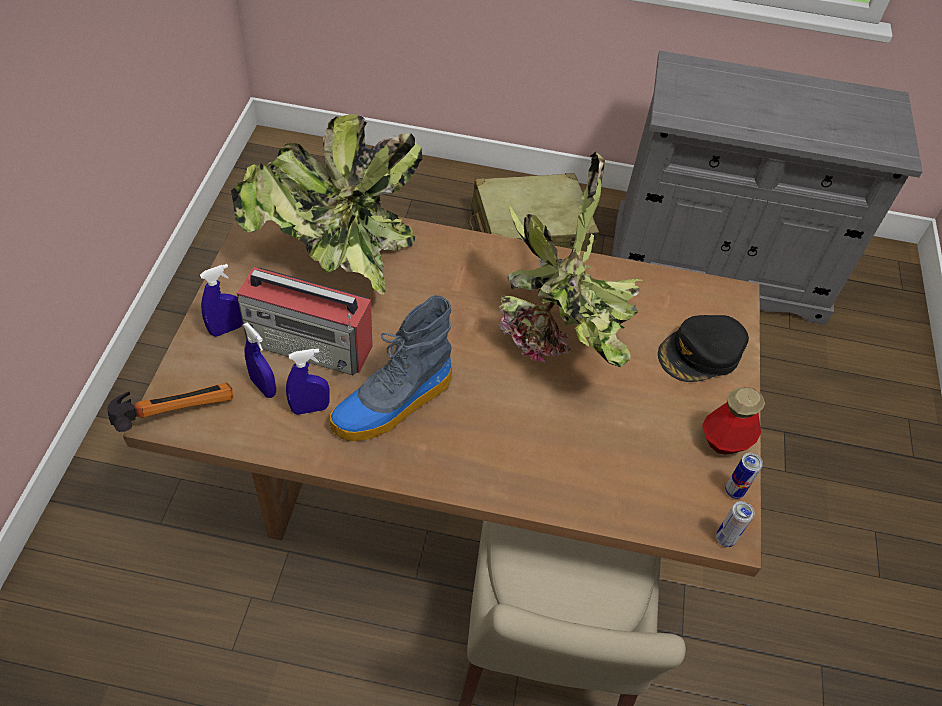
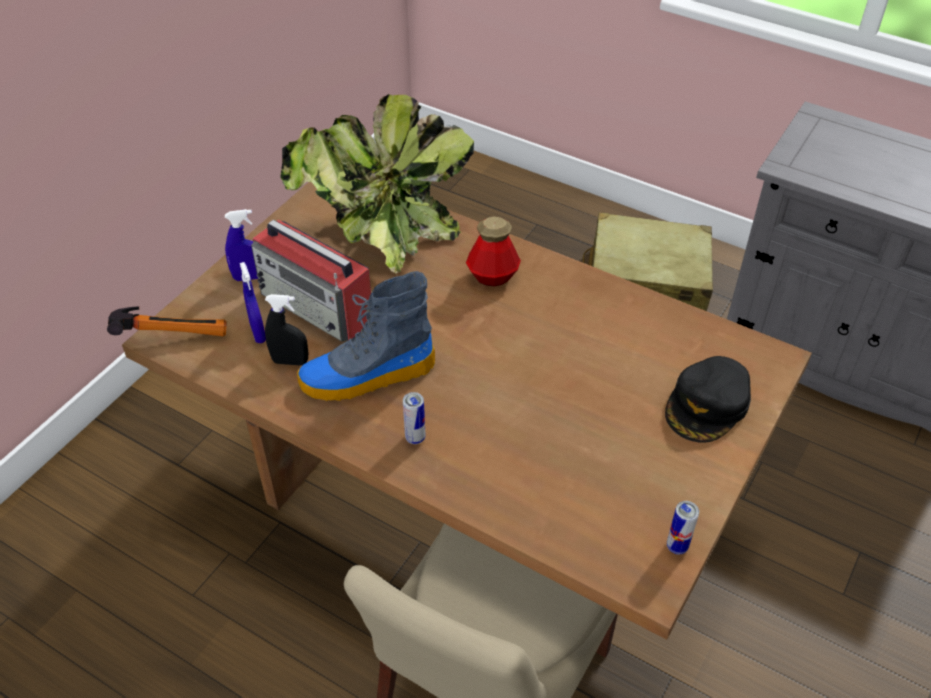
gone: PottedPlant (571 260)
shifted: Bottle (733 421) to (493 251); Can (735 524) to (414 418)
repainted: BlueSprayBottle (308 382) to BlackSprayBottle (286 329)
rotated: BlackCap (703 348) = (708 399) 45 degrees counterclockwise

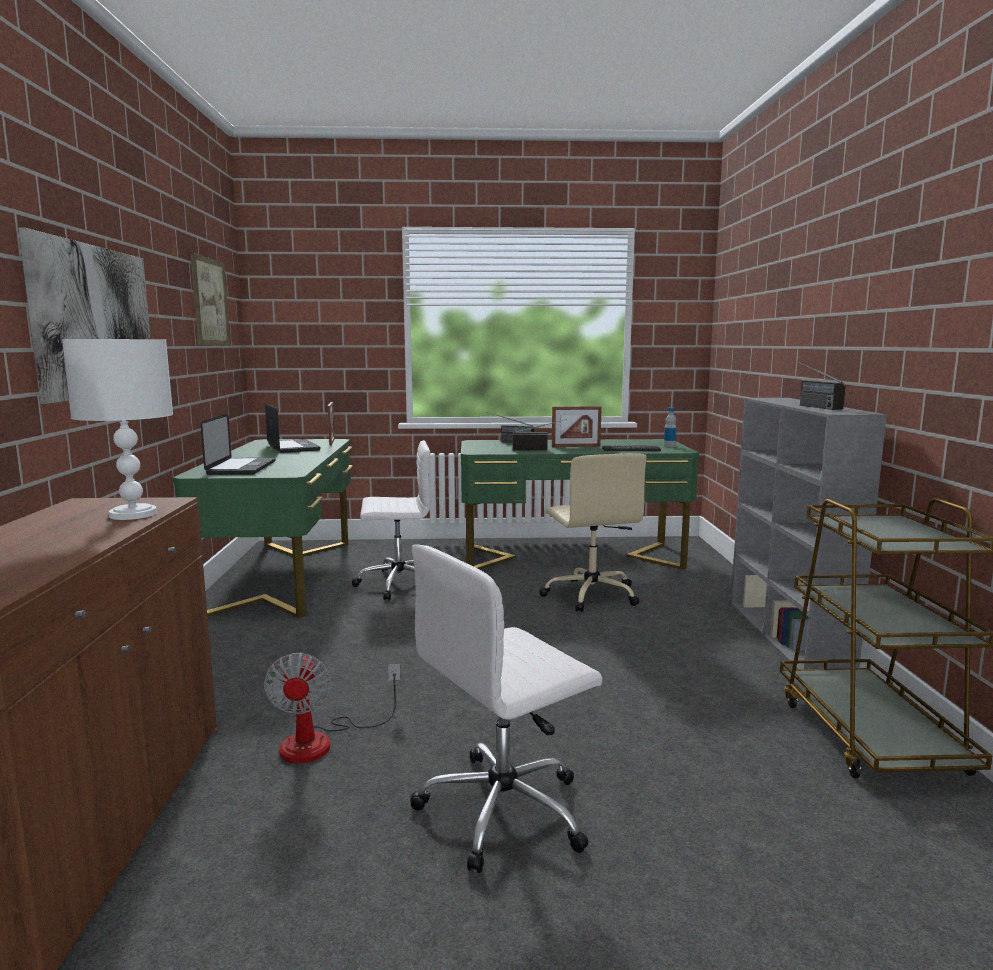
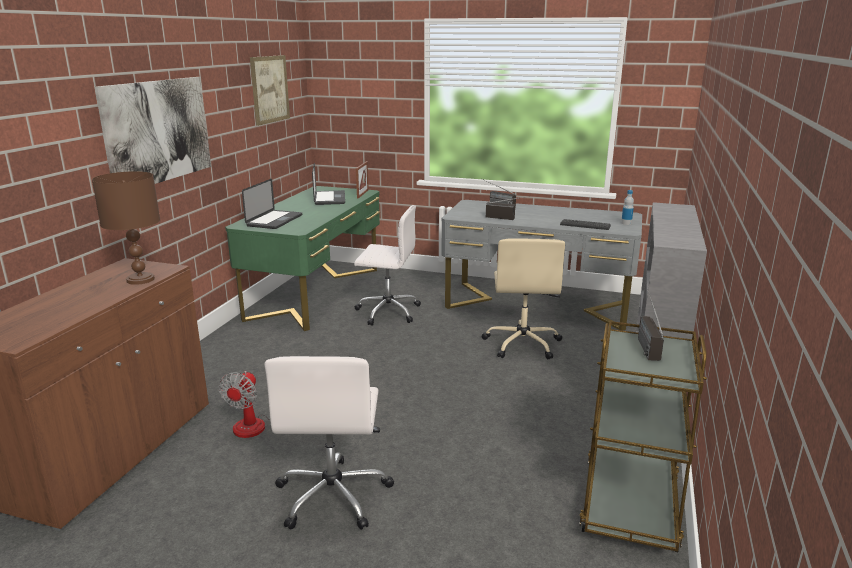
gone: PictureFrame (577 426)
shifted: Radio (820 385) to (651 325)
repainted: WhiteTableLamp (117 429) to BrownTableLamp (126 228); GreenDesk (580 504) to GreyDesk (541 265)
rotated: WhiteOfficeChair (506 708) = (329 443) 75 degrees counterclockwise

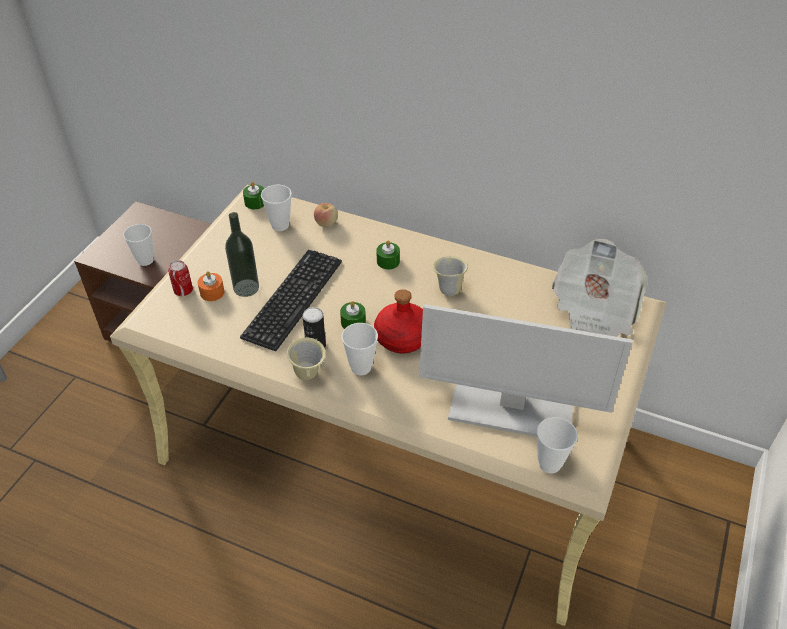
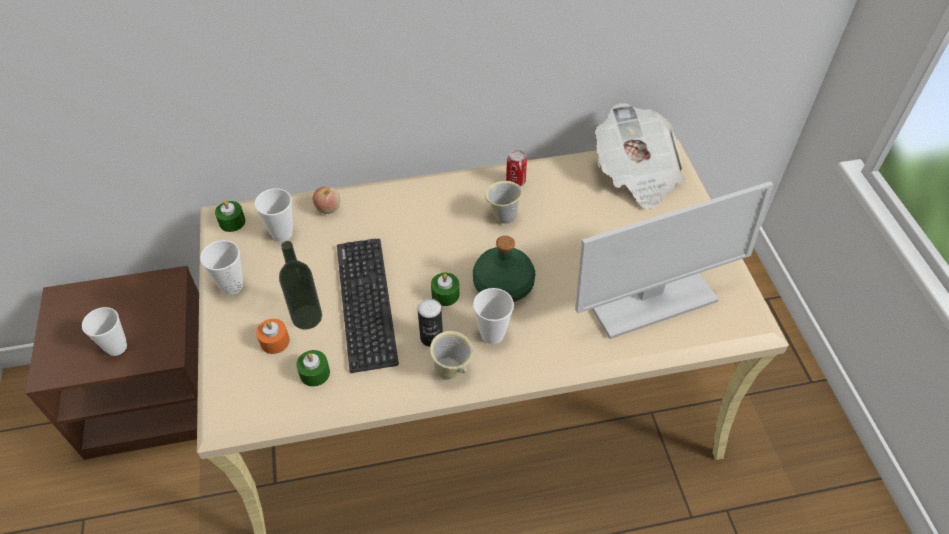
shifted: Can (180 278) to (516 168); GreenCandle (388 254) to (313 368); Cup (557 445) to (221 267)
repainted: RedBottle (398 321) to GreenBottle (504 269)

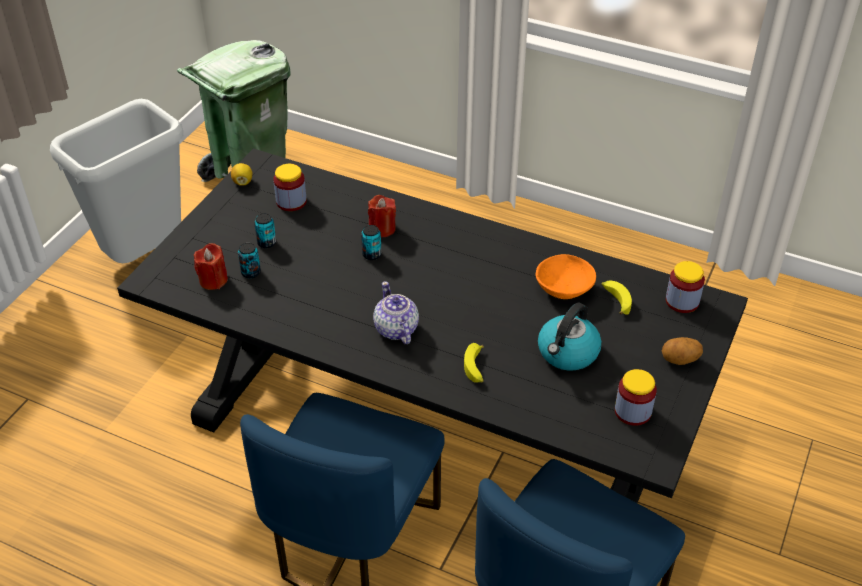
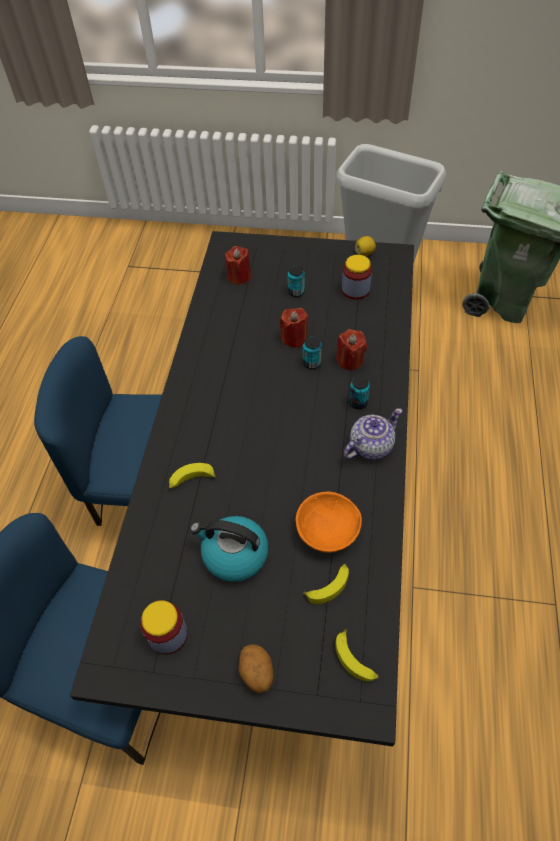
new: RedCandle (294 328)
shifted: Can (249 260) to (359 392); Teapot (396 312) to (373 434)
swapped: Jar (685 287) to Banana (357 655)

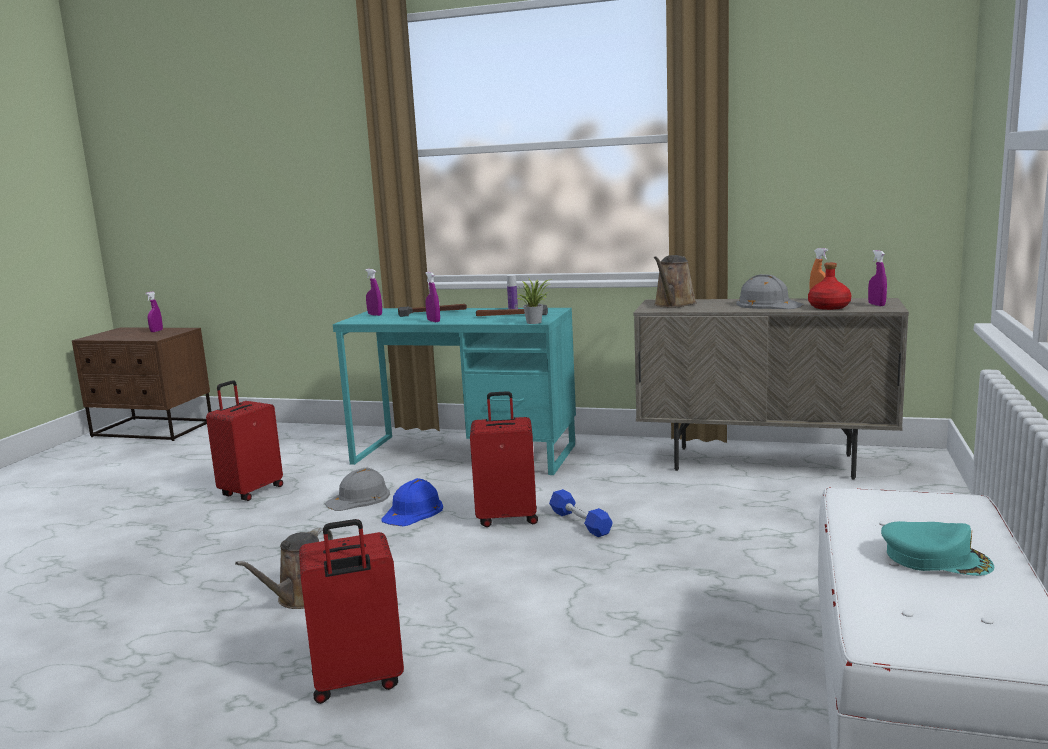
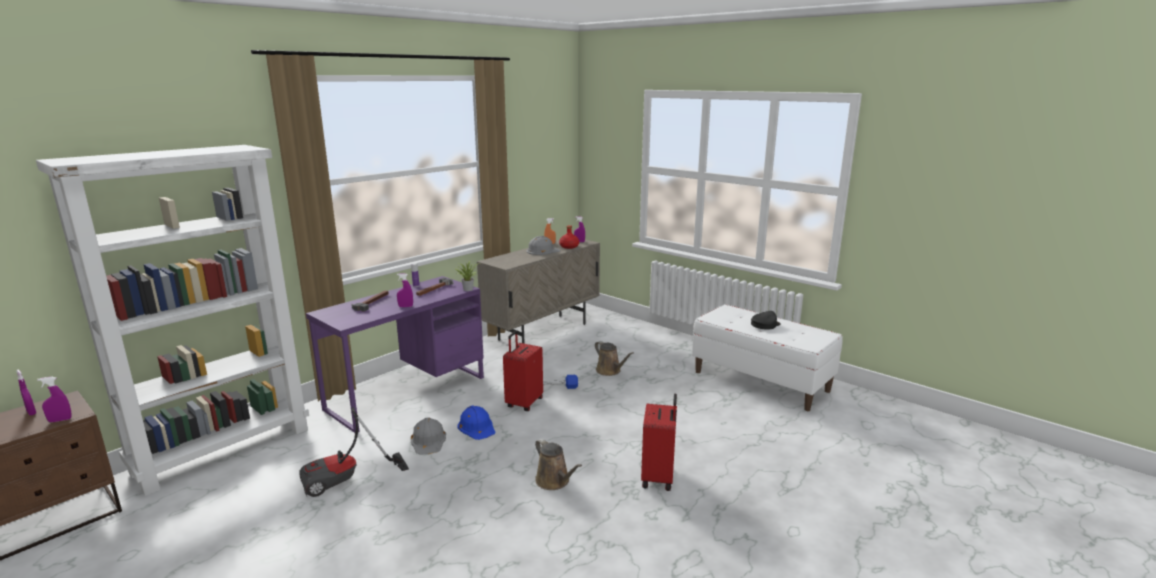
new: WhiteBookcase (172 320)
shifted: PurpleSprayBottle (373 292) to (54 399); BrownWateringCan (675 281) to (614 358)
swapped: RedSuitcase (244 440) to VacuumCleaner (354 452)
repainted: TurquoiseDesk (454 391) to PurpleDesk (395 354); TurquoiseCap (938 548) to BlackCap (766 320)

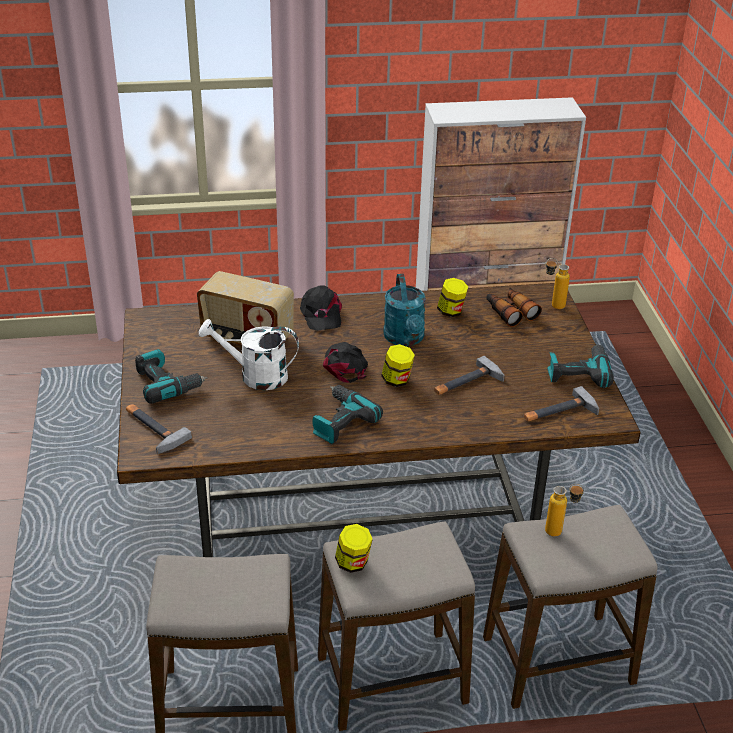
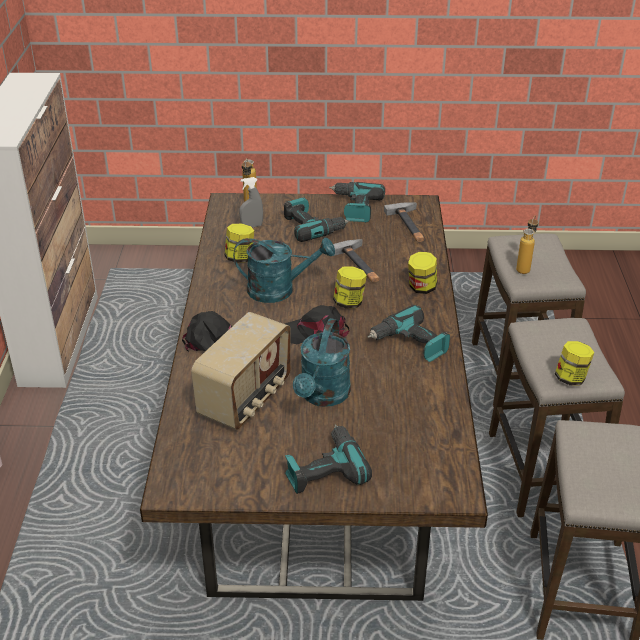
gone: Hammer (159 429)
new: PowerDrill (317 219); Jar (422 273)
swapped: Binoculars (514 307) to GreySprayBottle (251 202)
repainted: WhiteWateringCan (249 354) to TurquoiseWateringCan (322 362)

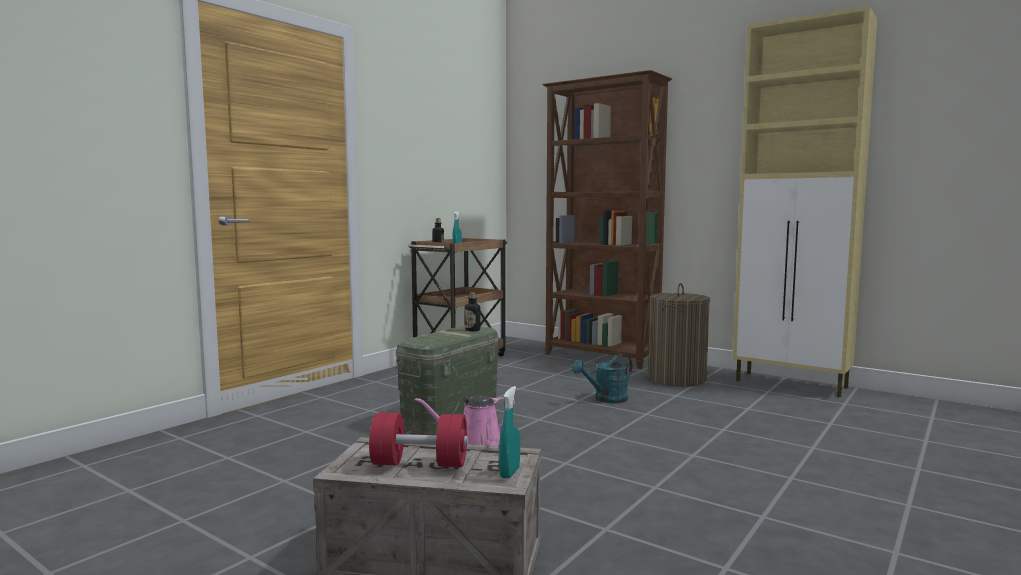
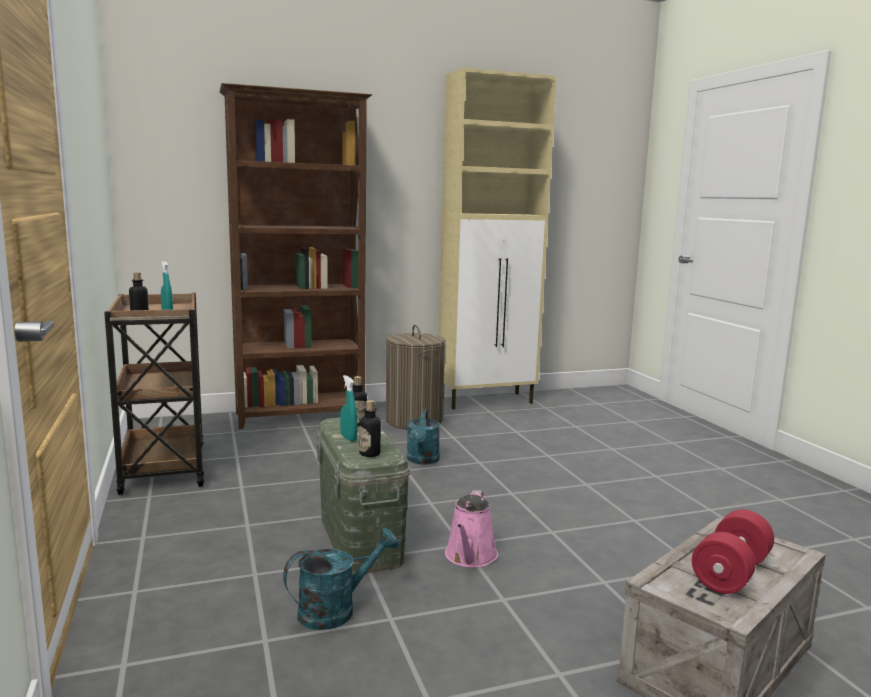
new: TurquoiseWateringCan (341 579); Bottle (370 428)
shifted: TurquoiseSprayBottle (509 432) to (349 408)

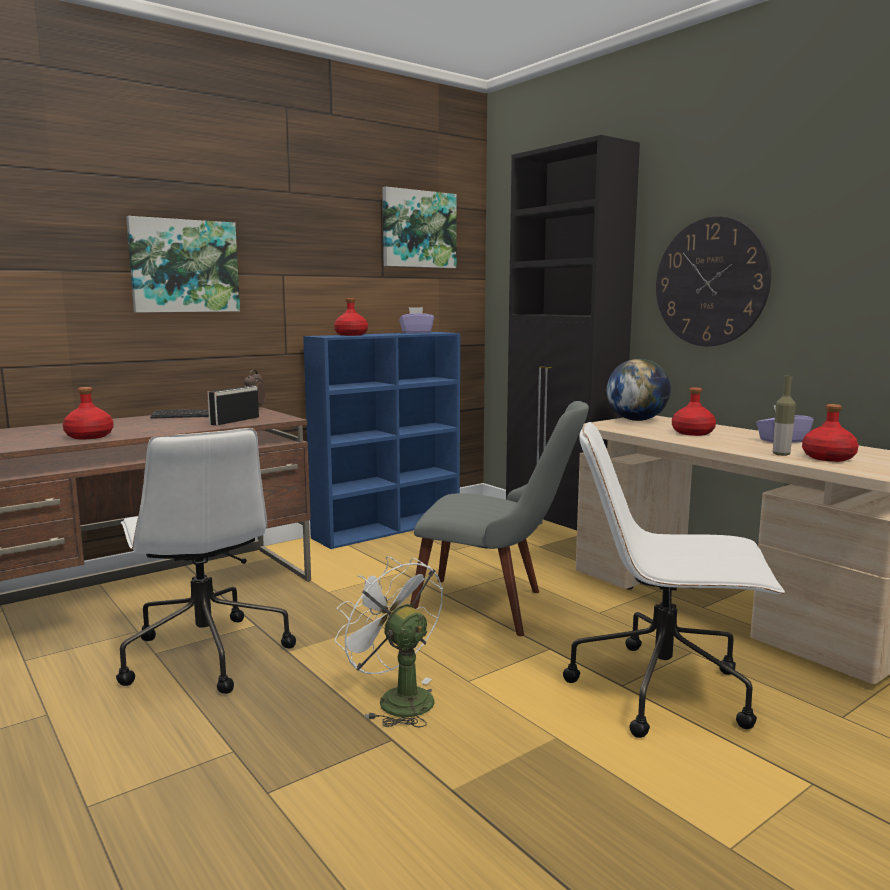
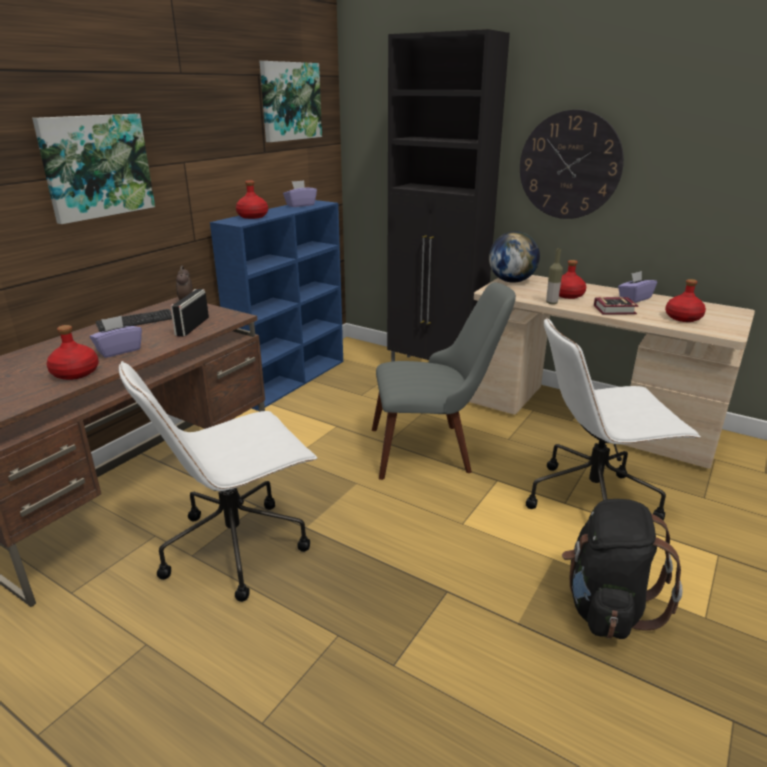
gone: WhiteFan (388 642)
new: PurpleTissueBox (116 337); BlackBackpack (622 569); Book (616 306)
shifted: Bottle (784 416) to (554 276)
rotated: WhiteOfficeChair (206 561) = (218 481) 105 degrees clockwise

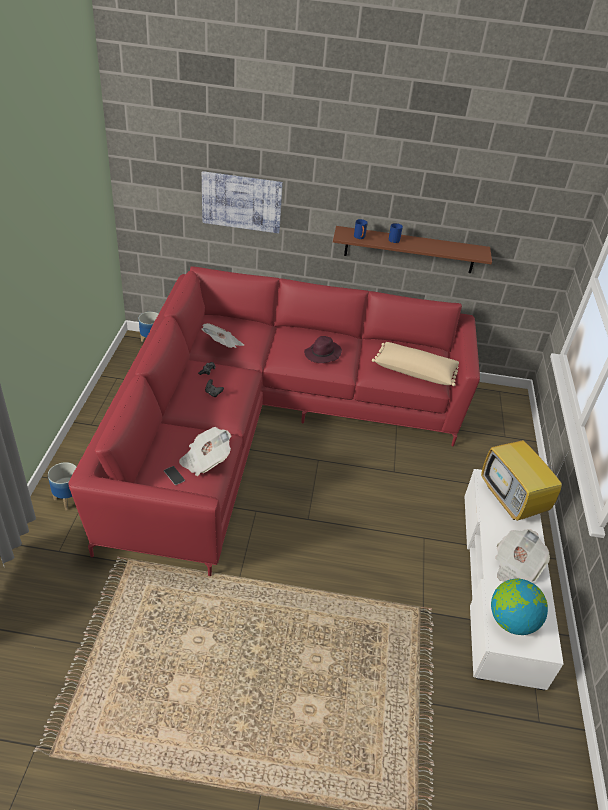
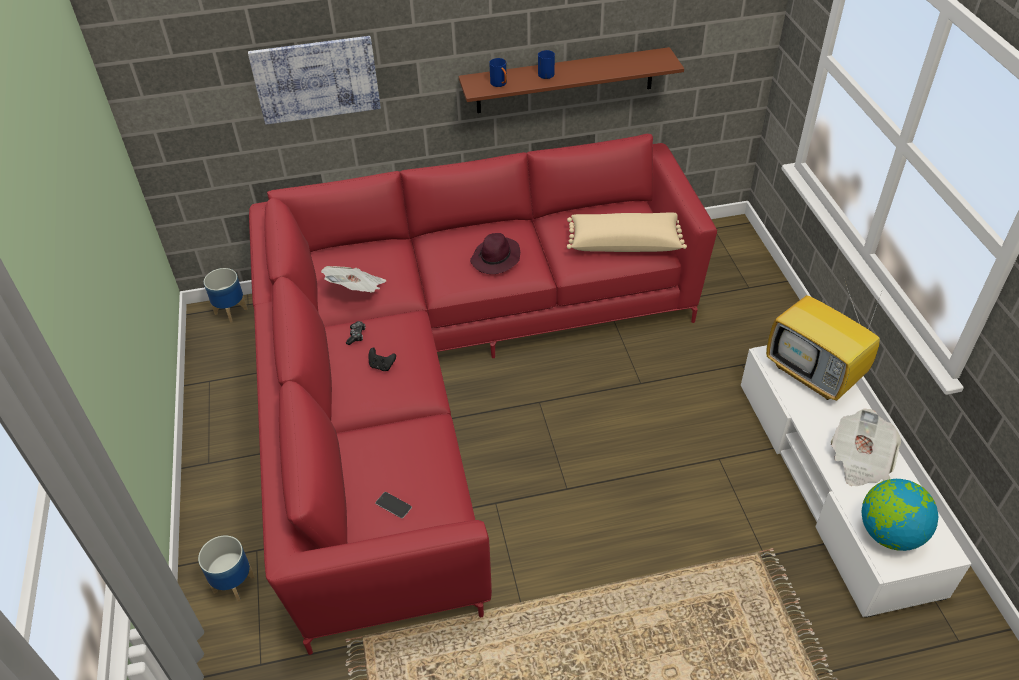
gone: Newspaper (205 451)

